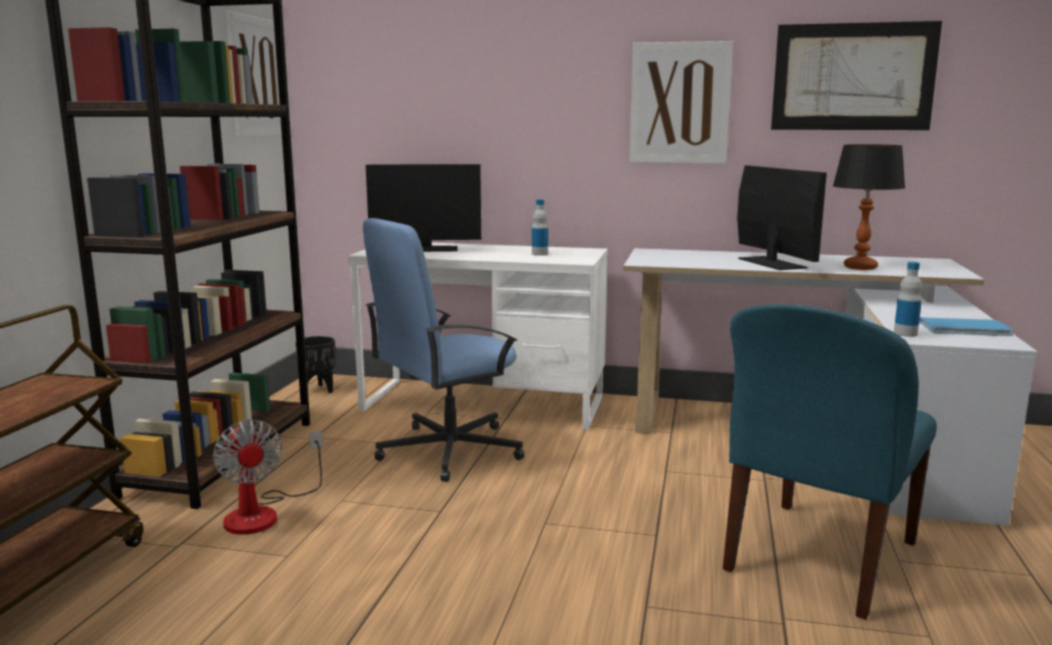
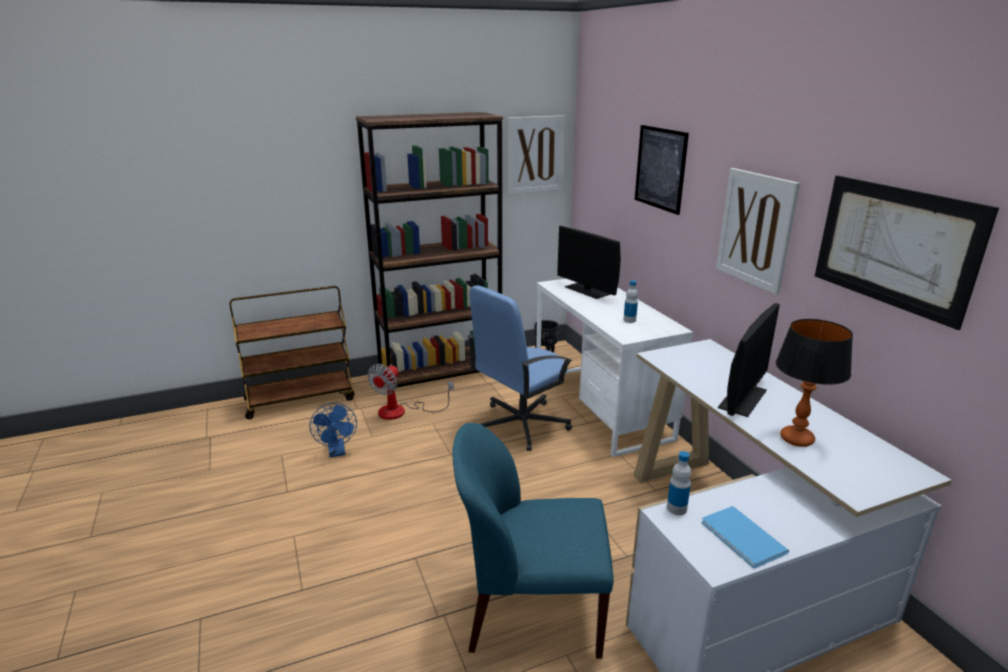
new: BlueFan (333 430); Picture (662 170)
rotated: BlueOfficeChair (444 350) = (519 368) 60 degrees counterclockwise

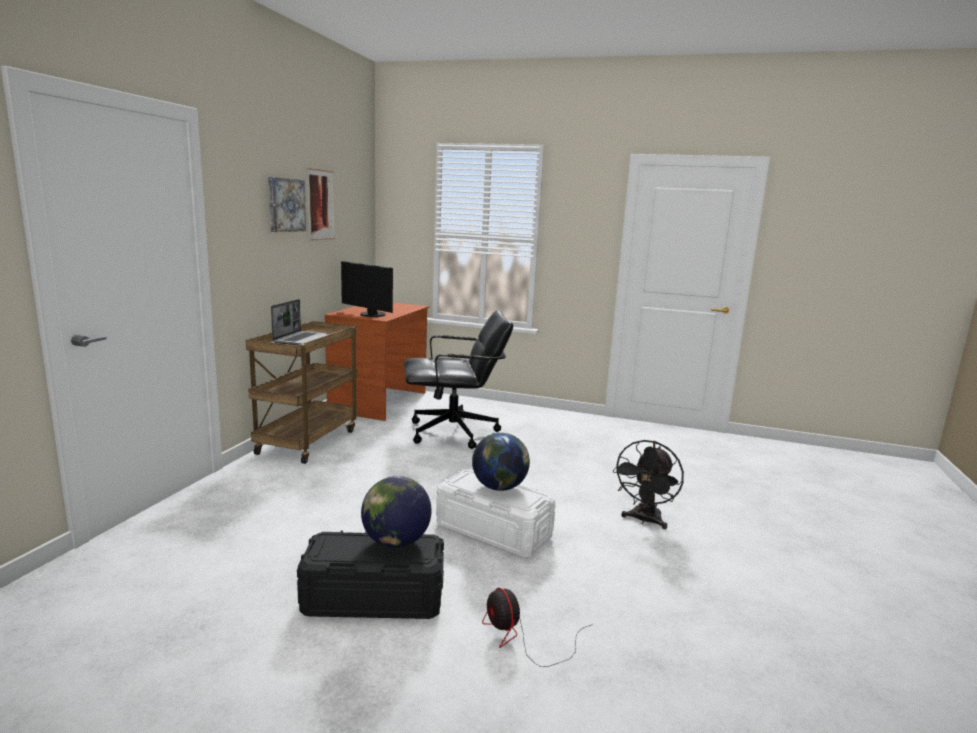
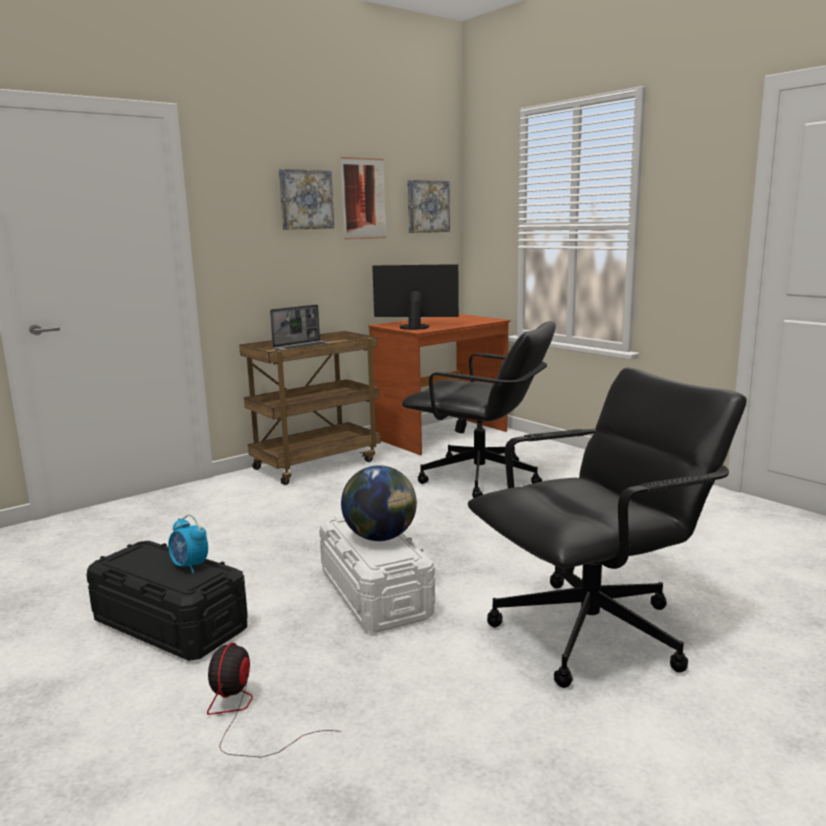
new: Picture (428 206)
swapped: Globe (396 512) to AlarmClock (188 544); BlackFan (648 484) to BlackOfficeChair (607 527)
rotated: Monitor (367 289) = (415 297) 120 degrees clockwise

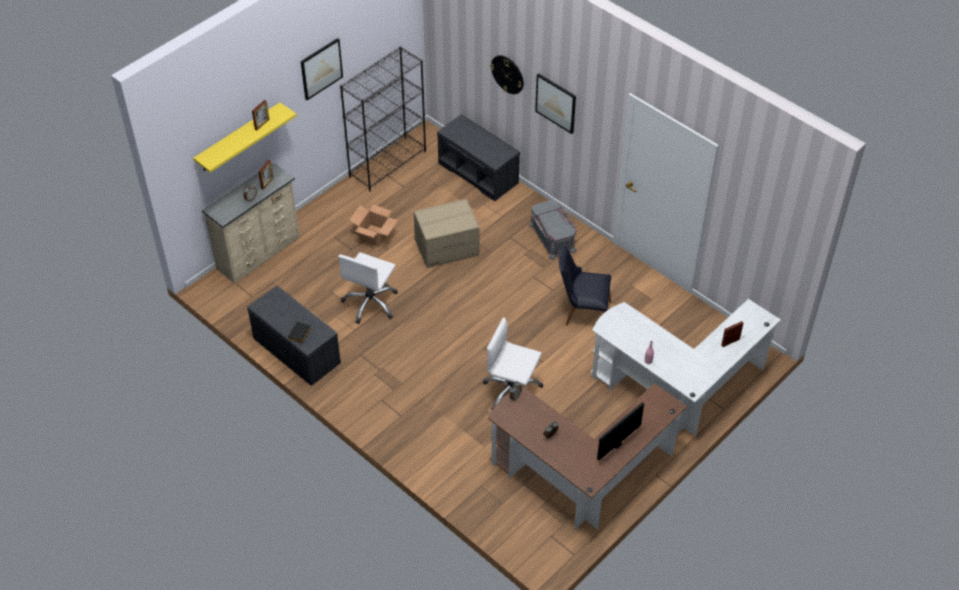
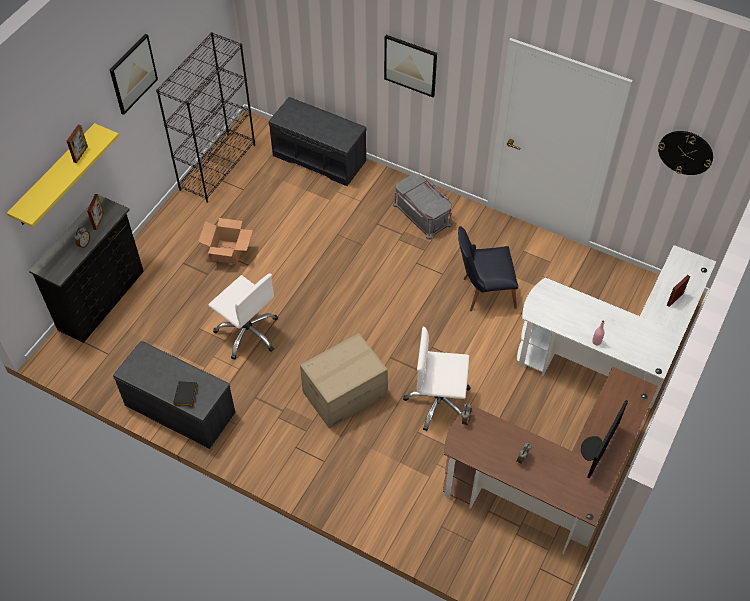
shifted: CardboardBox (447 233) to (344 381); WallClock (507 74) to (685 153)
repainted: BeigeDresser (251 223) to BlackDresser (86 269)
rotated: WhiteOfficeChair (368 288) = (243 316) 60 degrees counterclockwise

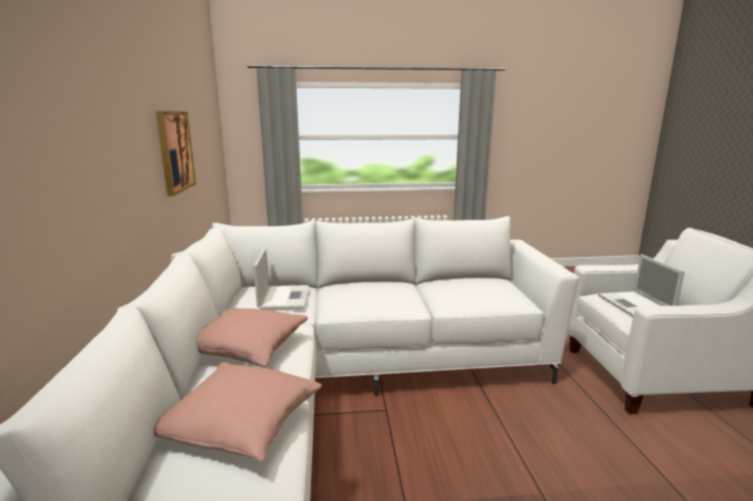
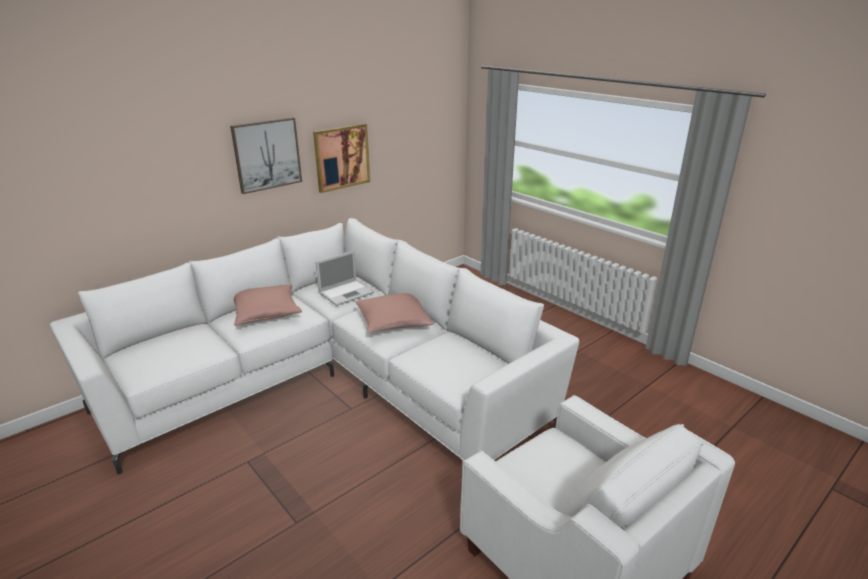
gone: Laptop (641 285)
new: Picture (266 155)
shifted: PinkPillow (238 411) to (394 312)

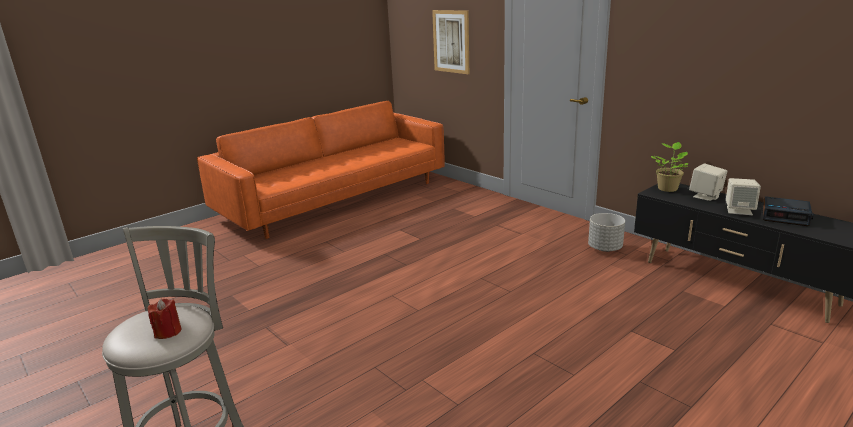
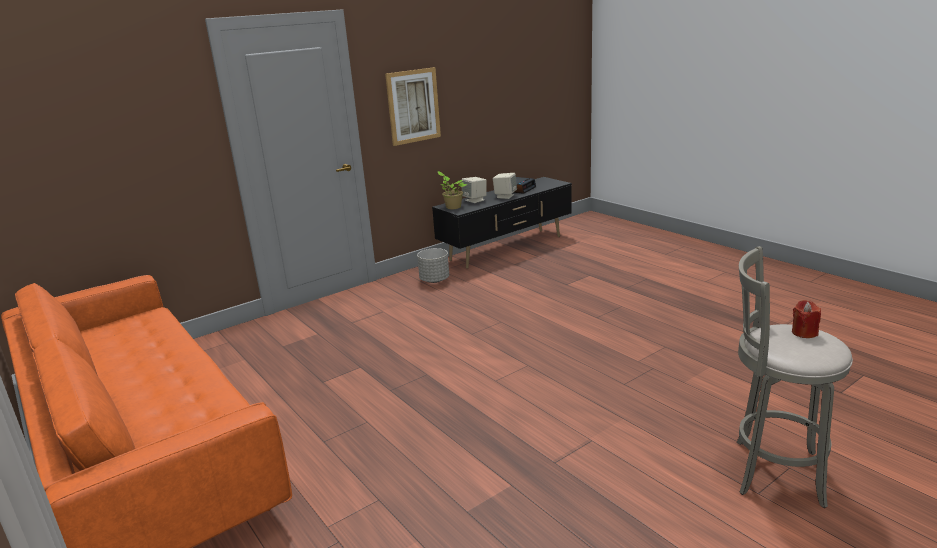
shifted: Picture (450 42) to (413 106)

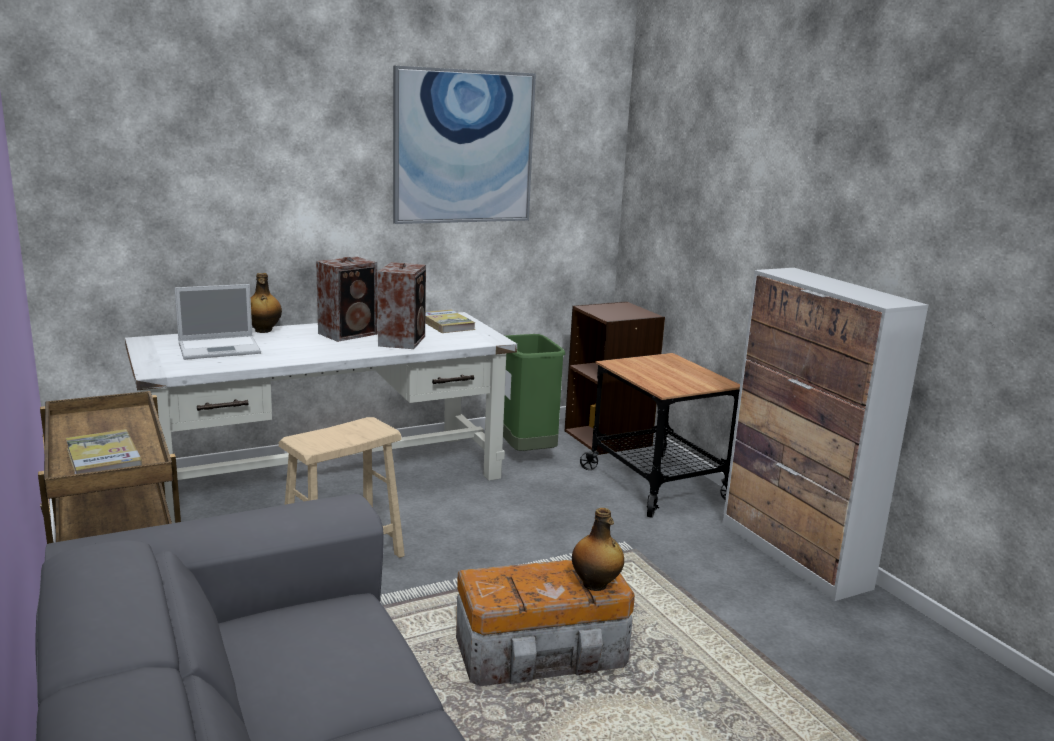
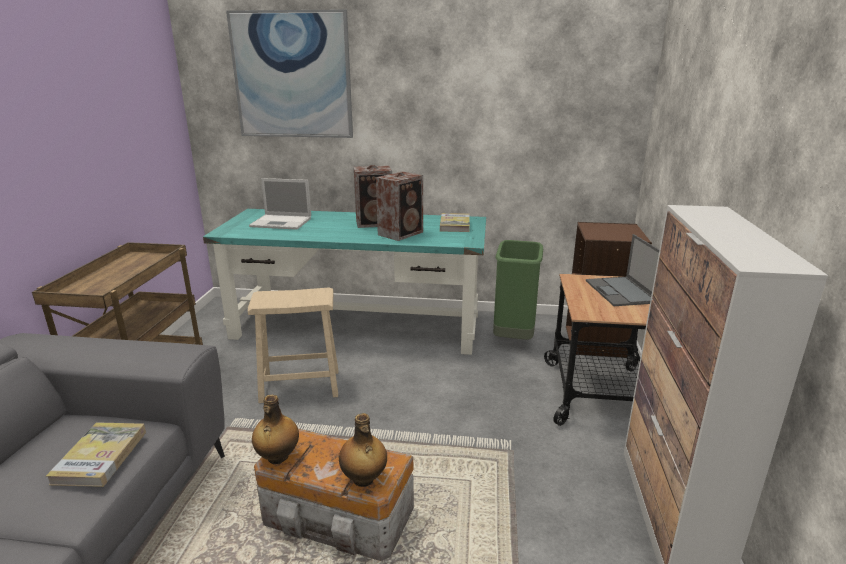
new: Laptop (622 270)
shifted: Book (104 451) to (96 454); Bottle (266 303) to (275 429); Picture (464 145) to (289 73)
repainted: WhiteDesk (321 417) to TurquoiseDesk (344 282)

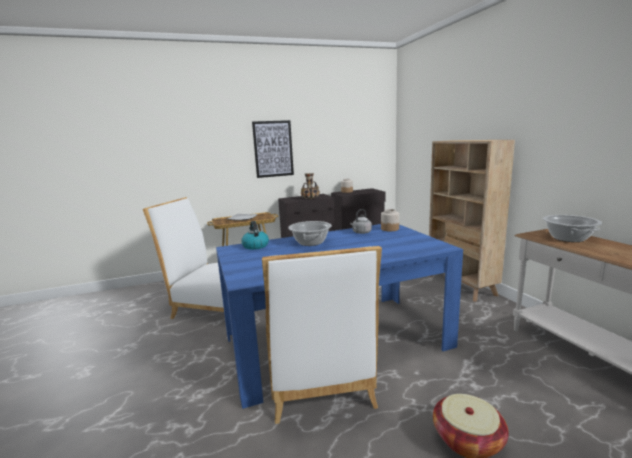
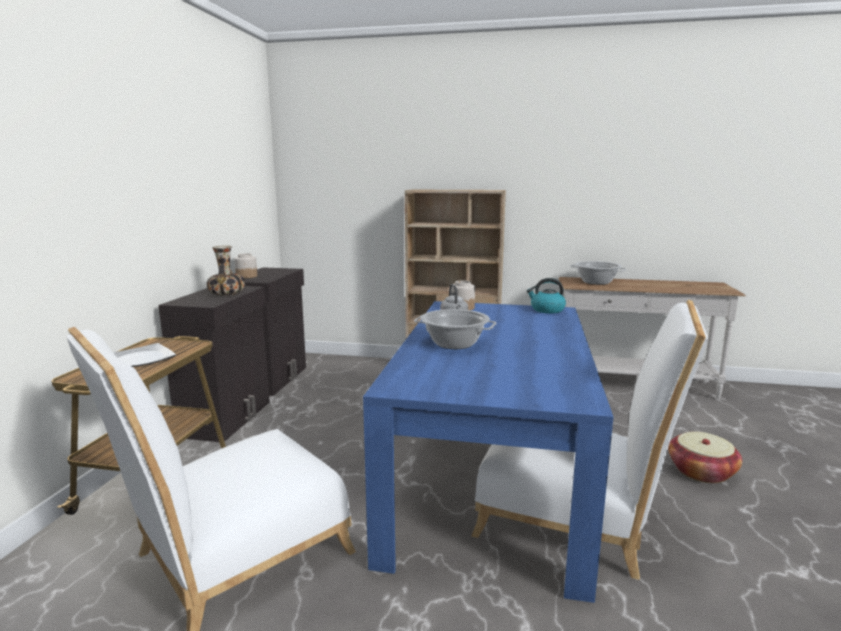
gone: Picture (273 149)
shifted: Kettle (255 235) to (546 295)

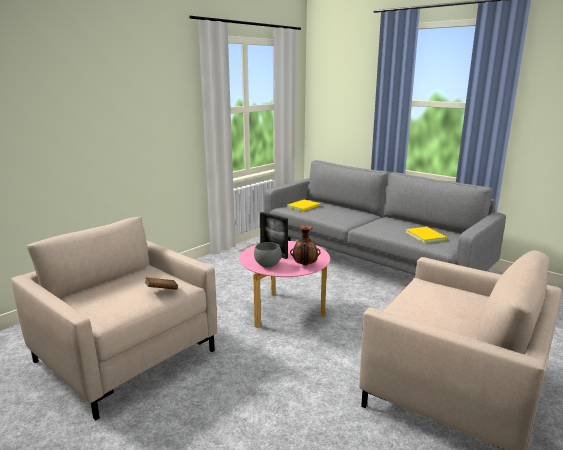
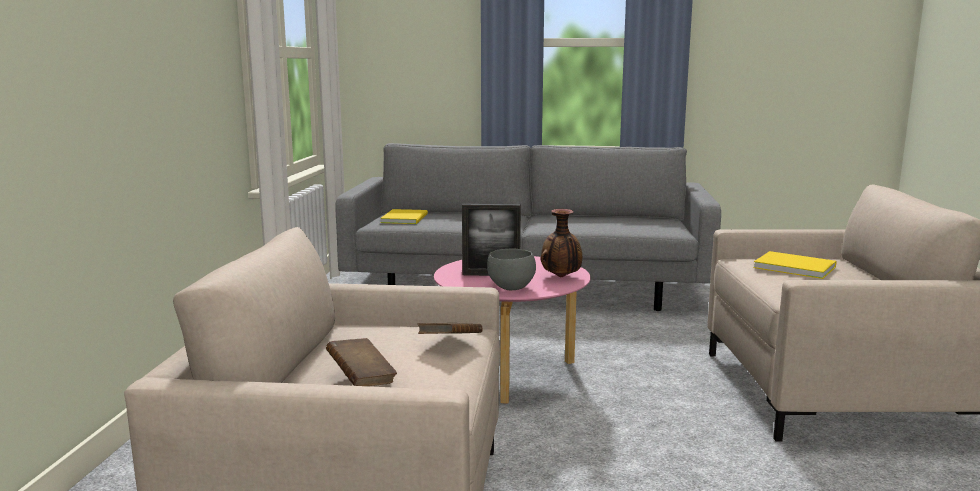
new: BrownBook (361 362)
shifted: YellowBook (426 235) to (795 265)

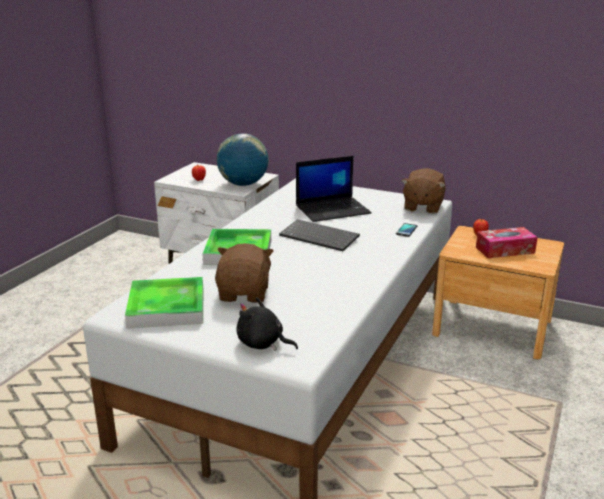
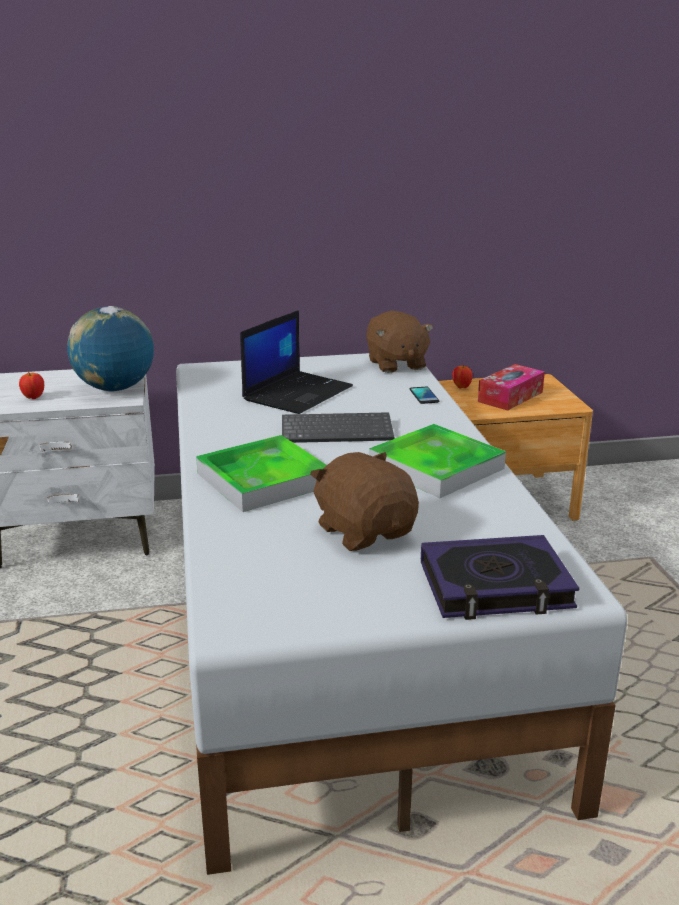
shifted: Tray (164 303) to (437 461)
swapped: BlackPlushToy (267 324) to Book (500 577)

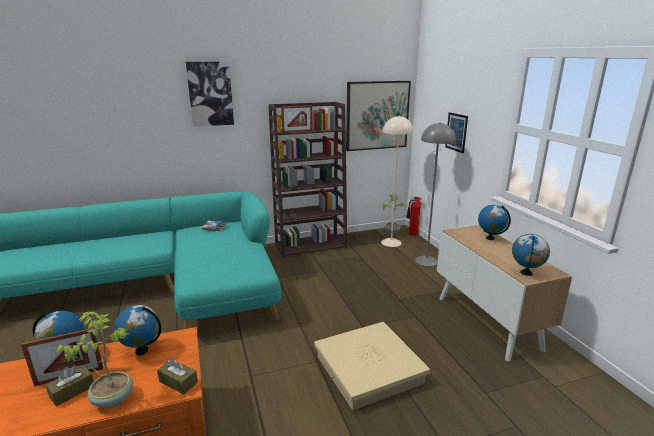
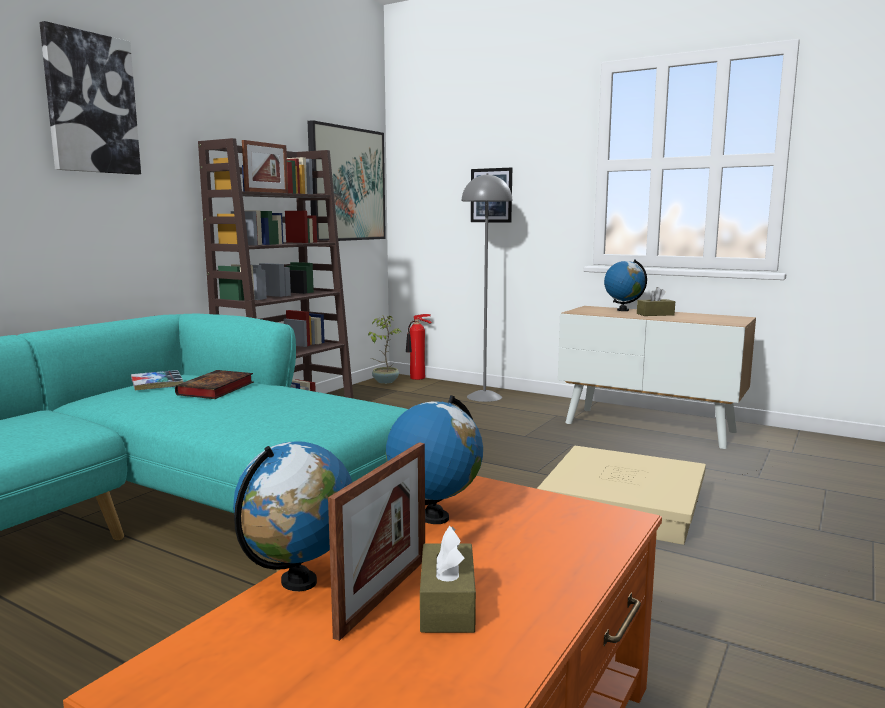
gone: PottedPlant (94 360); BeigeFloorLamp (397 181); Globe (531 255)
new: Book (214 384)
shifted: BrownTissueBox (177 376) to (656 301)

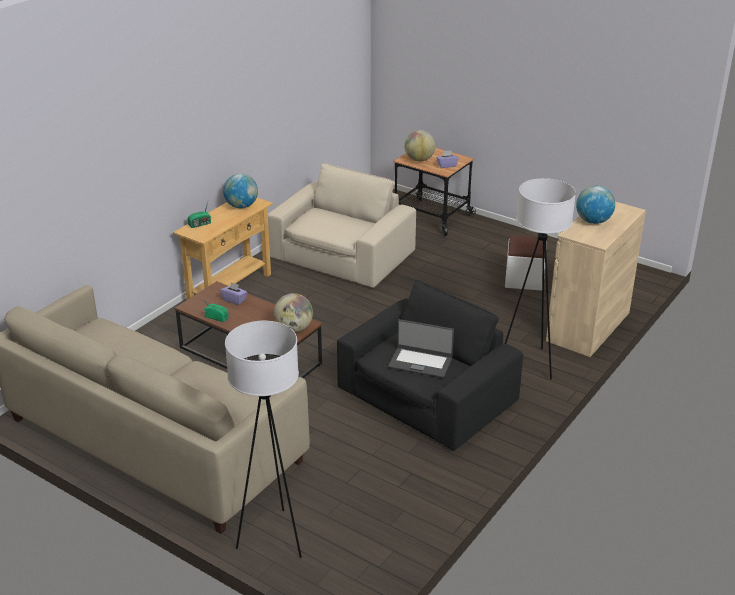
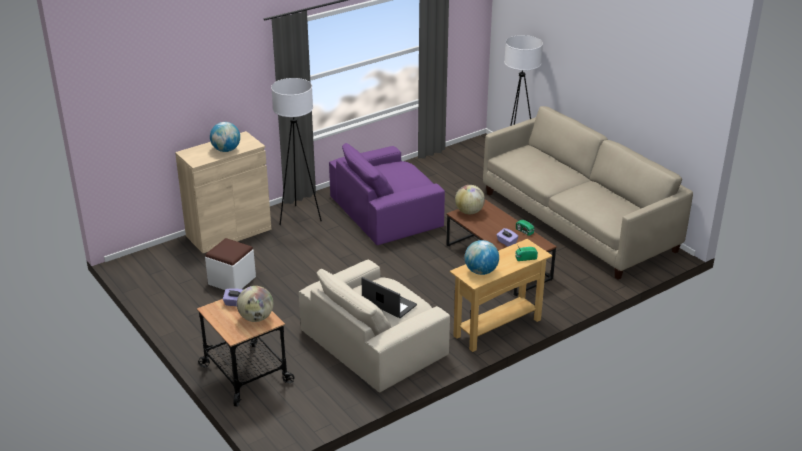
shifted: Laptop (421 348) to (389 297)
repainted: BlackArmchair (430 365) to PurpleArmchair (387 194)

